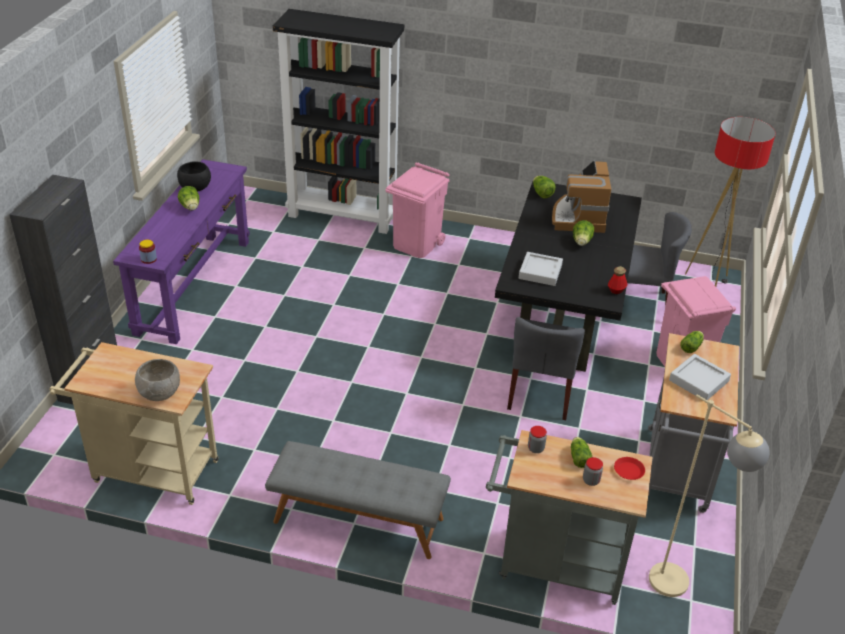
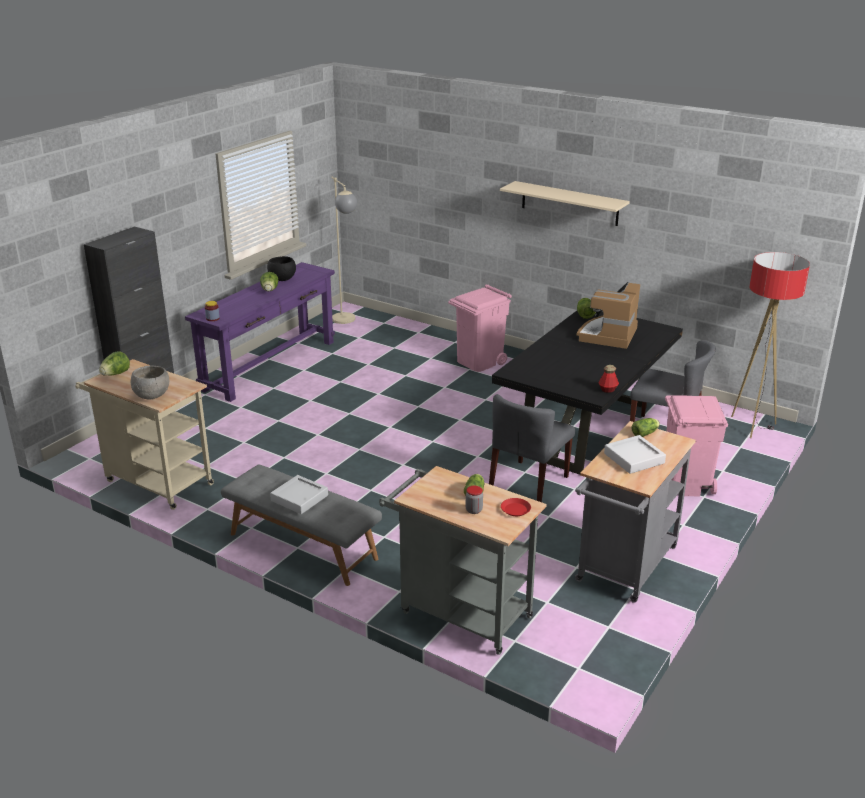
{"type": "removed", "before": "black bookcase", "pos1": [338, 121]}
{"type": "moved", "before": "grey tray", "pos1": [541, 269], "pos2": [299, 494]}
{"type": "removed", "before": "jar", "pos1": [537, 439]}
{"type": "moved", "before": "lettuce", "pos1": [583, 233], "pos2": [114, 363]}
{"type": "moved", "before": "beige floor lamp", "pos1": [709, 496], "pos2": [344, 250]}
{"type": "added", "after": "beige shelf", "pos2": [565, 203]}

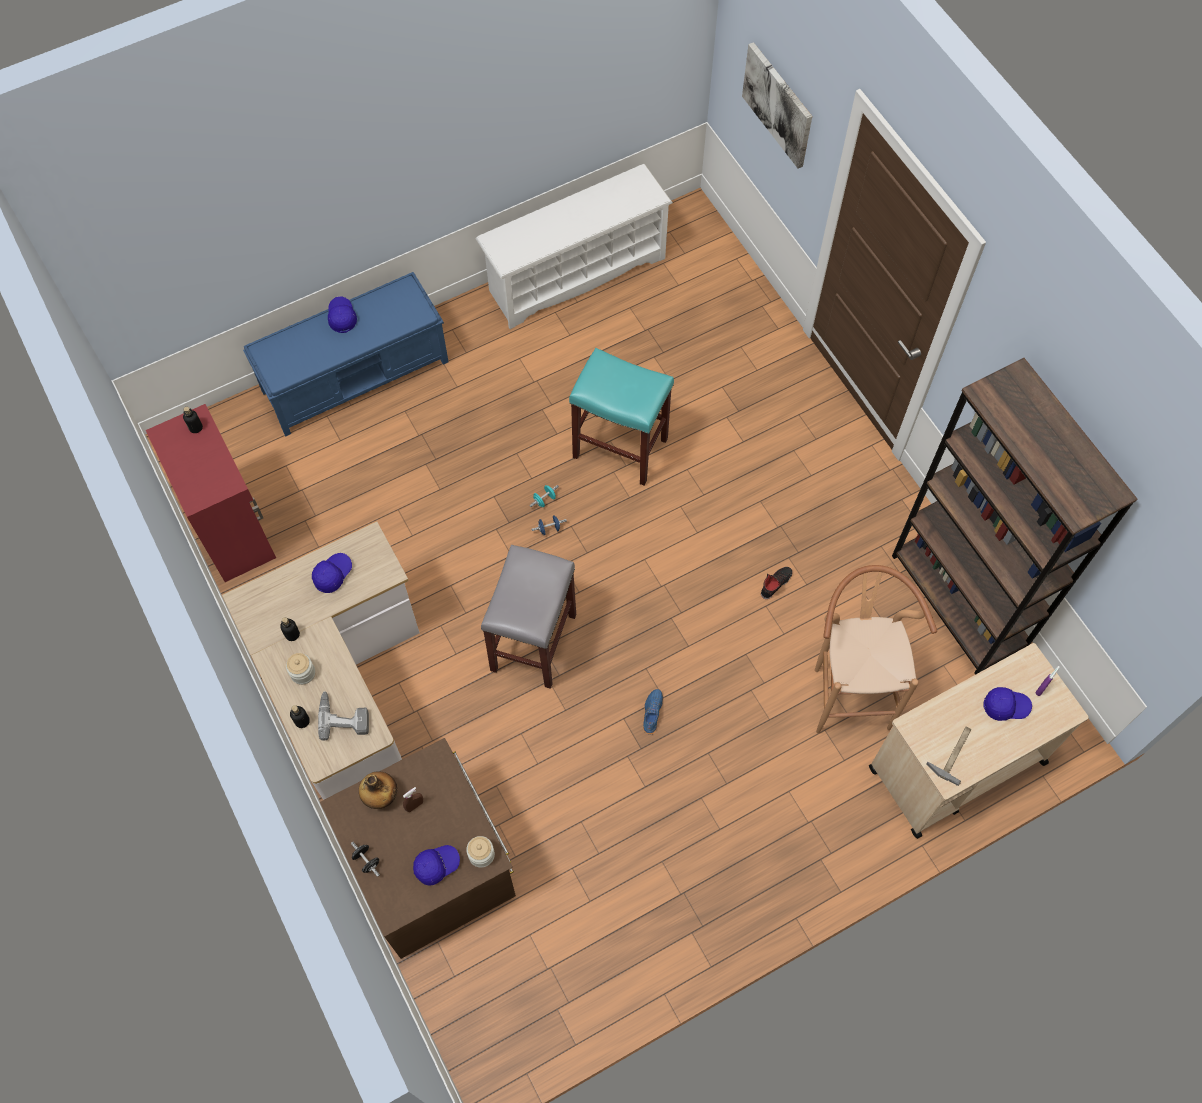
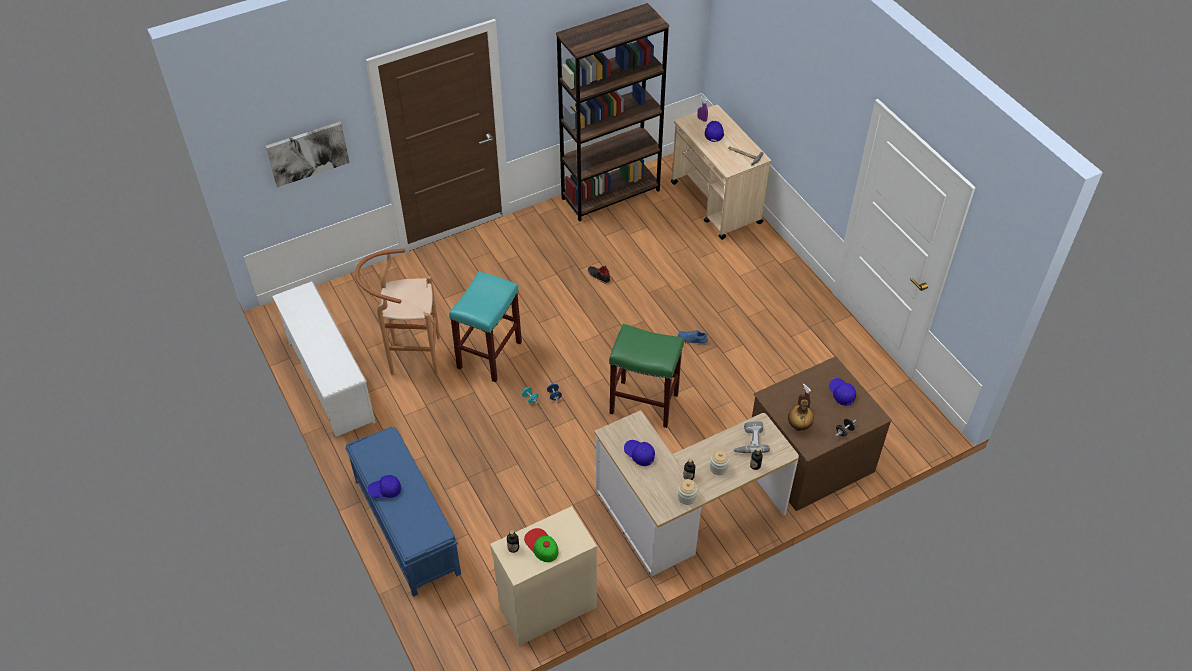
{"type": "recoloured", "before": "red cabinet", "after": "beige cabinet", "pos1": [211, 493], "pos2": [543, 575]}
{"type": "moved", "before": "jar", "pos1": [480, 852], "pos2": [687, 492]}
{"type": "recoloured", "before": "grey stool", "after": "green stool", "pos1": [528, 617], "pos2": [646, 376]}
{"type": "moved", "before": "brown stool", "pos1": [876, 649], "pos2": [397, 312]}
{"type": "added", "after": "cap", "pos2": [541, 545]}

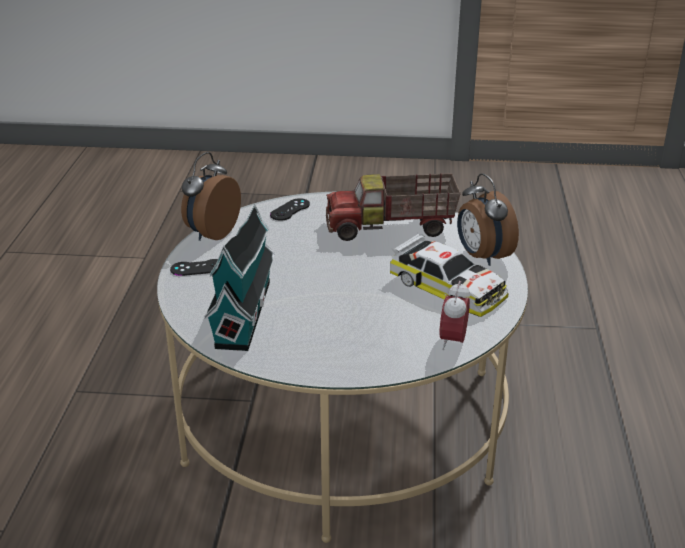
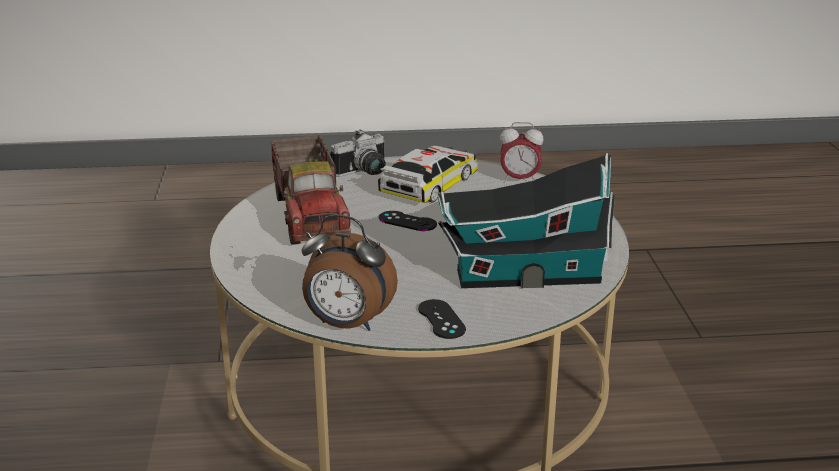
{"type": "moved", "before": "black game controller", "pos1": [290, 209], "pos2": [408, 221]}
{"type": "replaced", "before": "alarm clock", "after": "photo camera", "pos1": [488, 219], "pos2": [358, 153]}

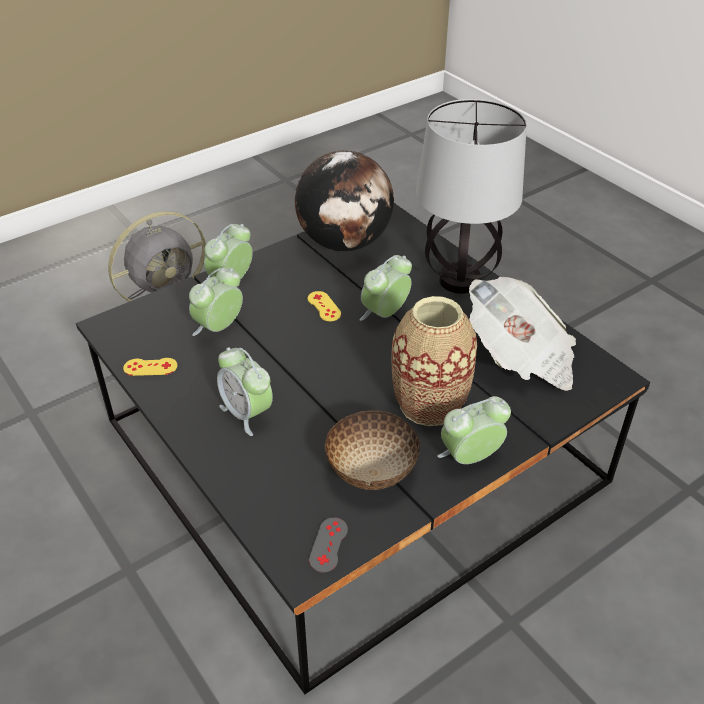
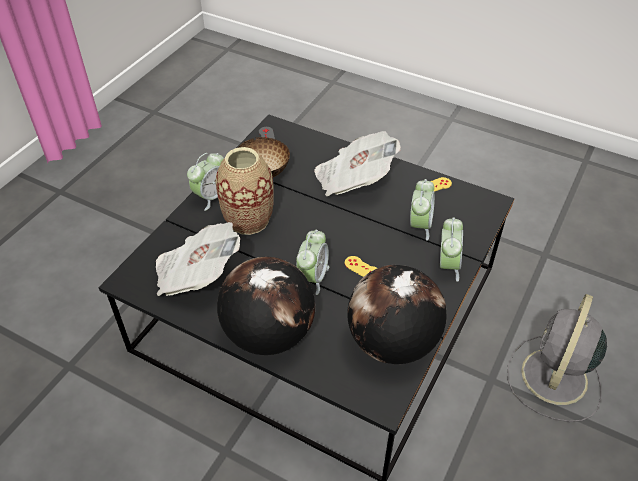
{"type": "replaced", "before": "alarm clock", "after": "newspaper", "pos1": [245, 391], "pos2": [357, 163]}
{"type": "replaced", "before": "table lamp", "after": "globe", "pos1": [471, 196], "pos2": [266, 306]}

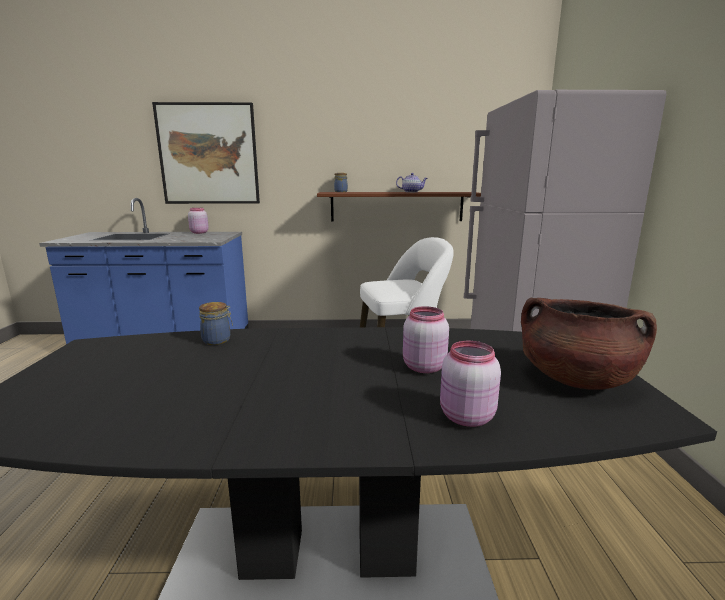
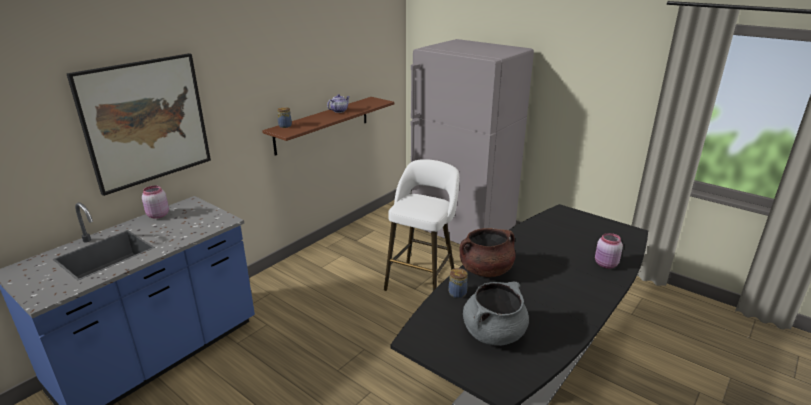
{"type": "removed", "before": "pink jar", "pos1": [426, 339]}
{"type": "moved", "before": "brown cooking pot", "pos1": [589, 344], "pos2": [488, 252]}
{"type": "added", "after": "grey cooking pot", "pos2": [496, 314]}

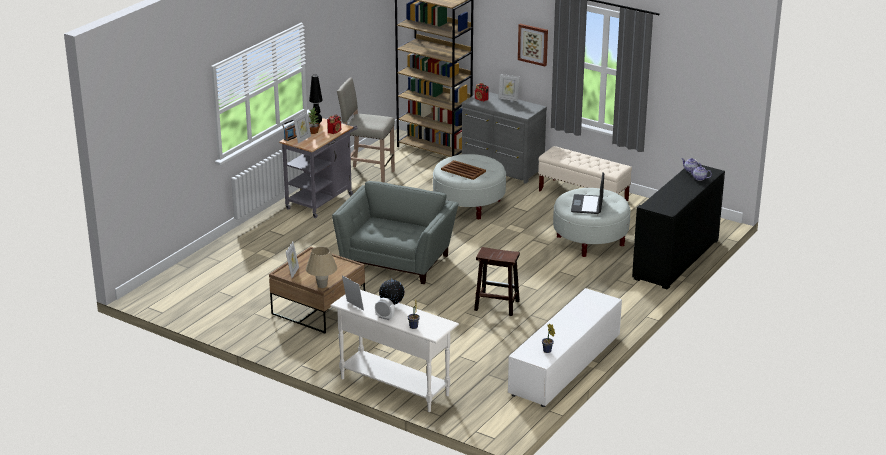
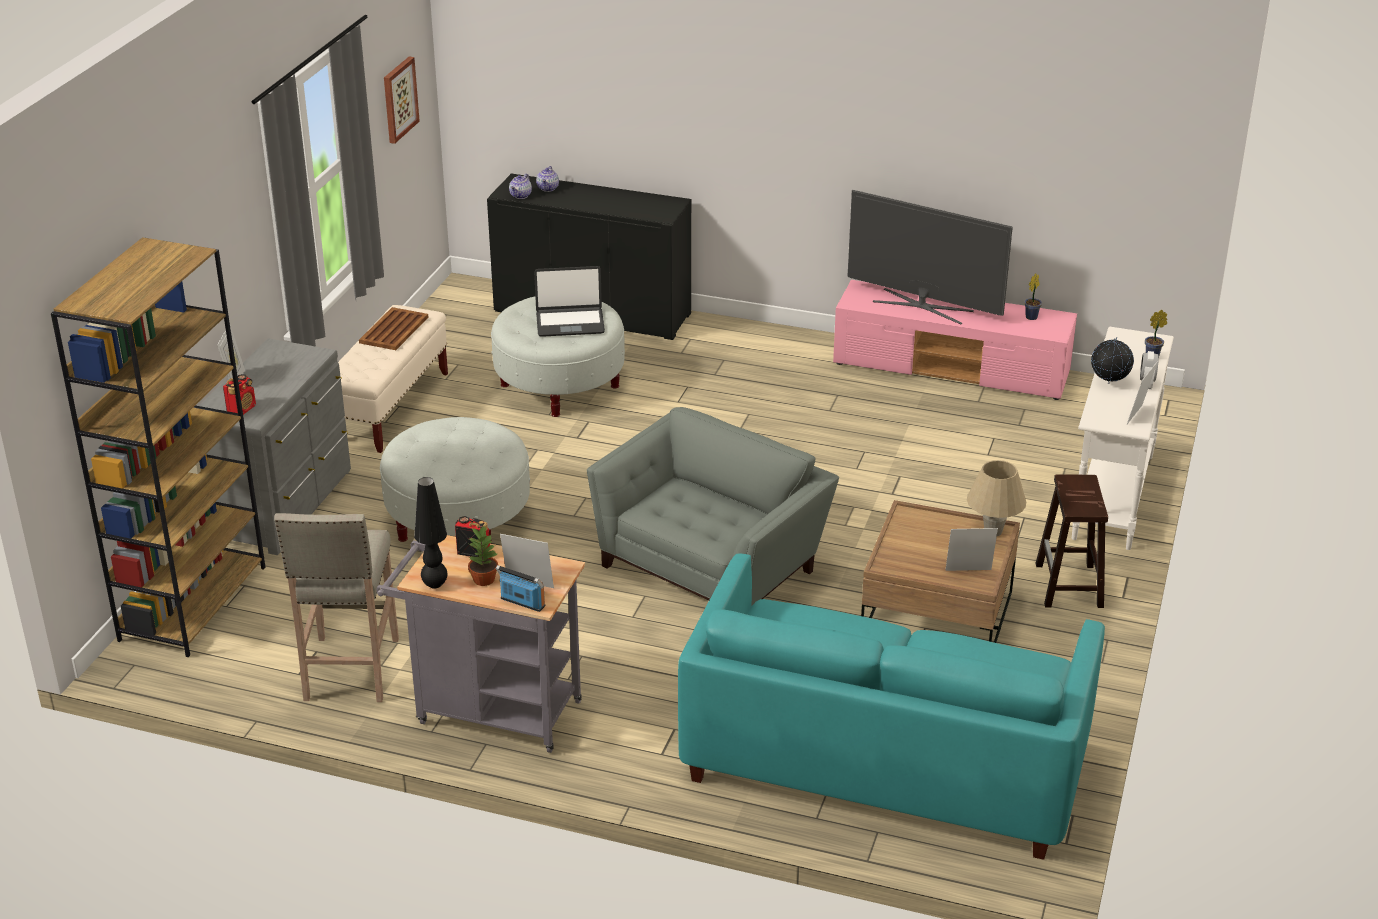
{"type": "turned", "before": "grey armchair", "pos1": [395, 232], "pos2": [713, 506], "turn": 120}
{"type": "moved", "before": "brown tray", "pos1": [463, 170], "pos2": [393, 328]}
{"type": "moved", "before": "brown stool", "pos1": [497, 281], "pos2": [1072, 541]}
{"type": "recoloured", "before": "white tv stand", "after": "pink tv stand", "pos1": [565, 347], "pos2": [955, 340]}
{"type": "moved", "before": "picture", "pos1": [533, 45], "pos2": [402, 100]}
{"type": "added", "after": "turquoise sofa", "pos2": [891, 706]}
{"type": "added", "after": "television", "pos2": [930, 257]}

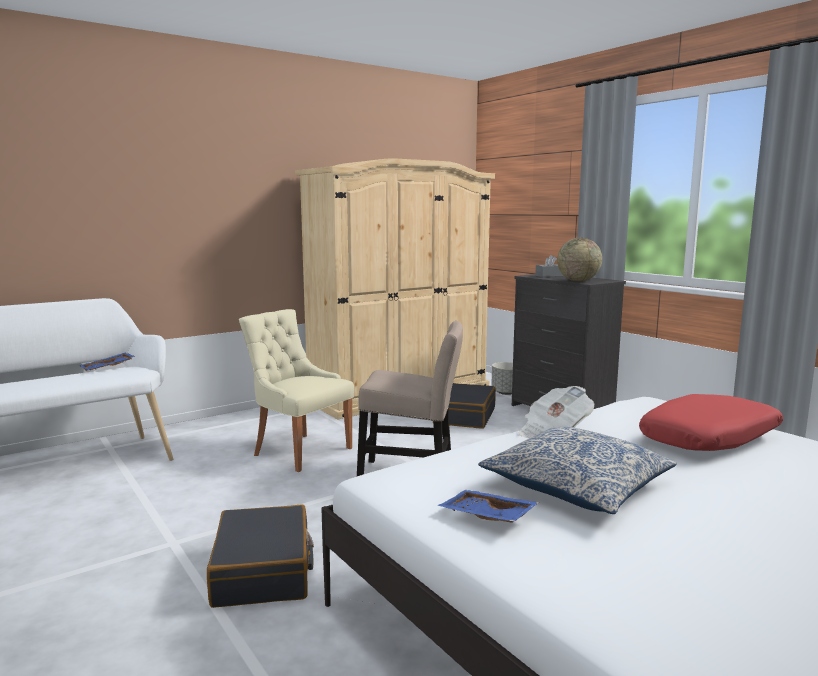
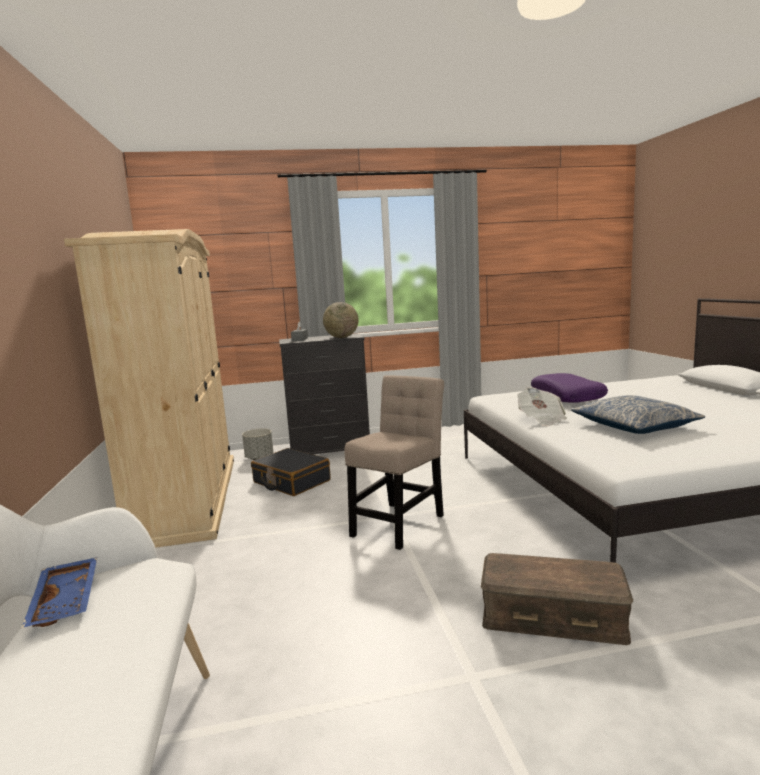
{"type": "replaced", "before": "black suitcase", "after": "brown storage box", "pos1": [260, 556], "pos2": [557, 599]}
{"type": "removed", "before": "beige chair", "pos1": [296, 390]}
{"type": "removed", "before": "blue tray", "pos1": [488, 506]}
{"type": "recoloured", "before": "red pillow", "after": "purple pillow", "pos1": [711, 422], "pos2": [569, 387]}

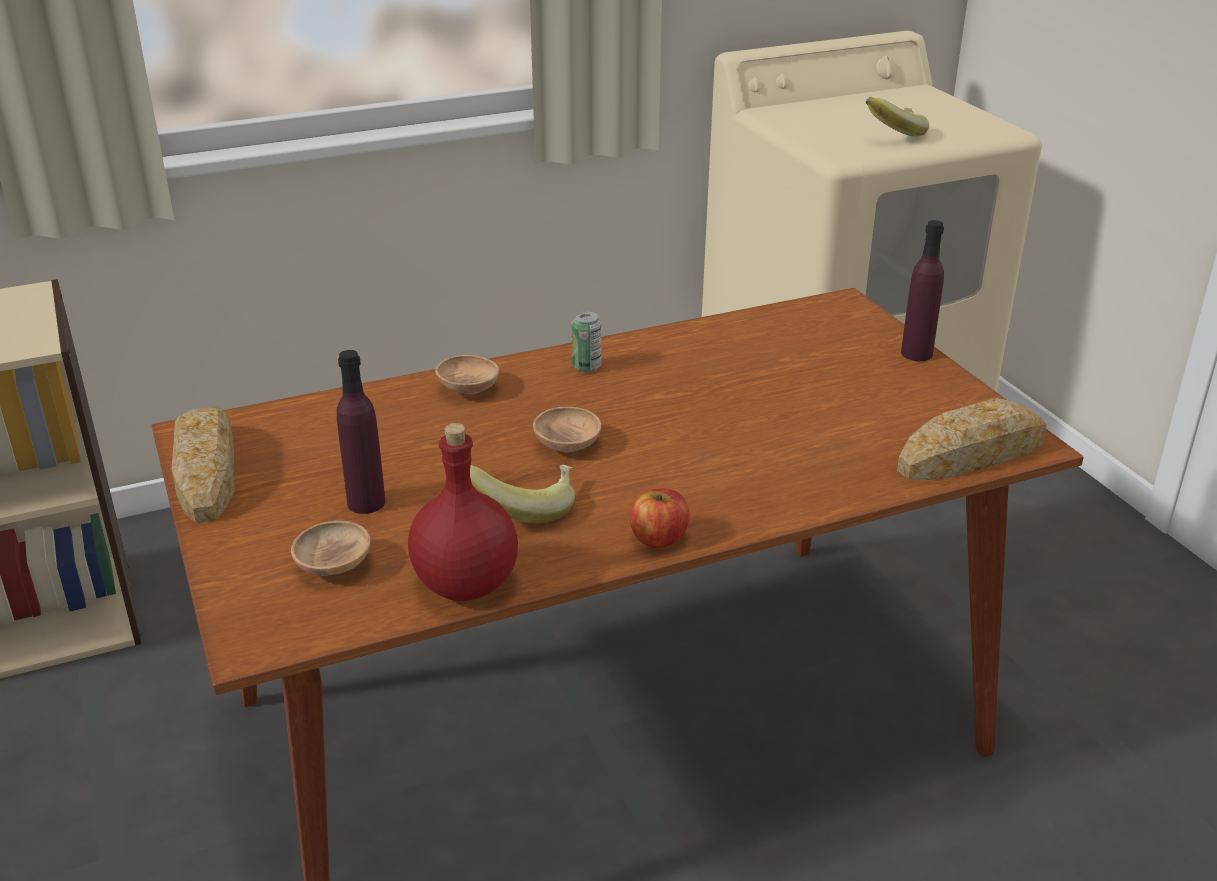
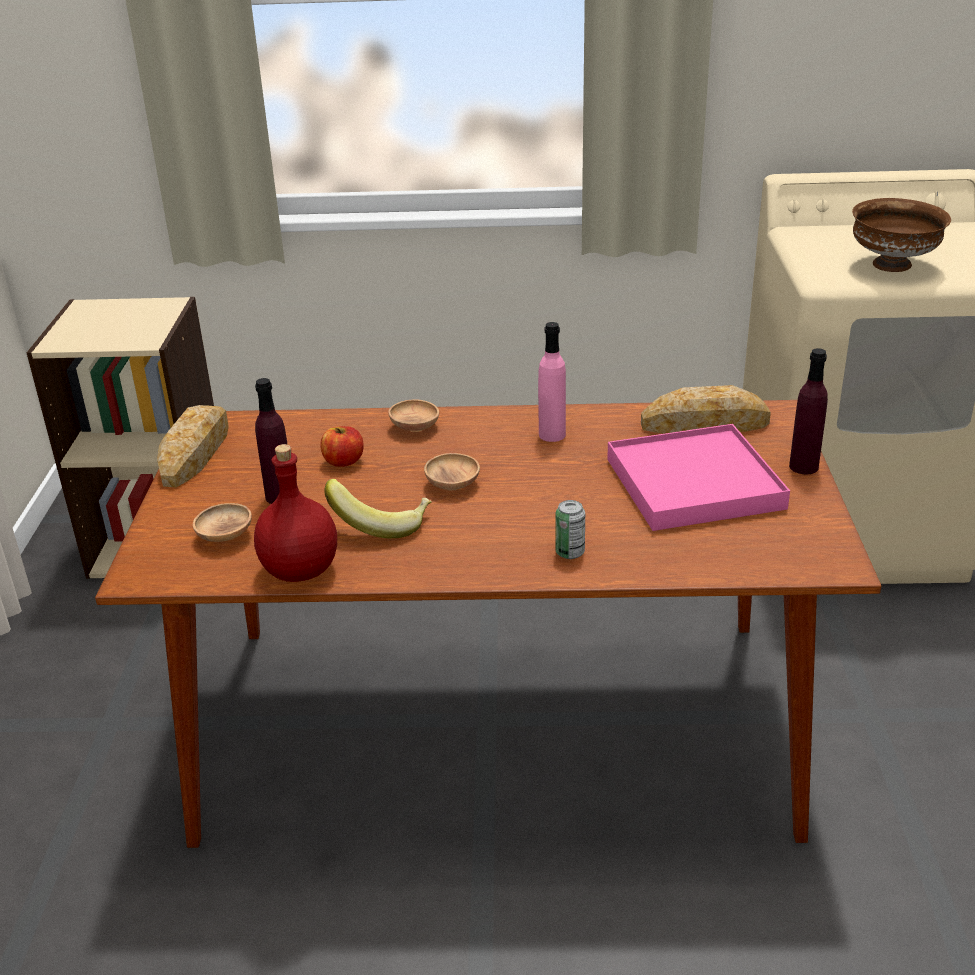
{"type": "moved", "before": "can", "pos1": [586, 341], "pos2": [570, 529]}
{"type": "moved", "before": "apple", "pos1": [660, 518], "pos2": [342, 446]}
{"type": "replaced", "before": "banana", "after": "brown bowl", "pos1": [897, 117], "pos2": [901, 235]}
{"type": "moved", "before": "bread", "pos1": [972, 439], "pos2": [706, 409]}
{"type": "added", "after": "pink bottle", "pos2": [552, 382]}
{"type": "added", "after": "pink tray", "pos2": [698, 477]}

